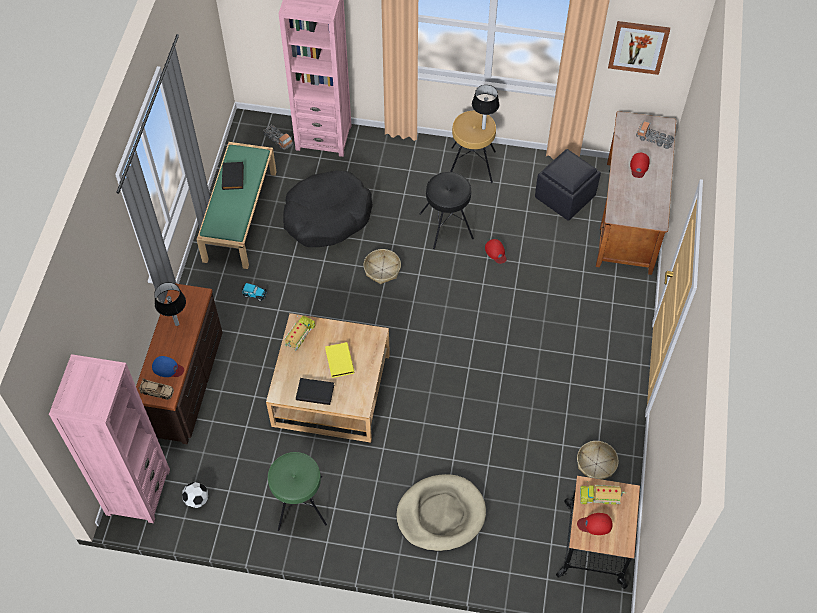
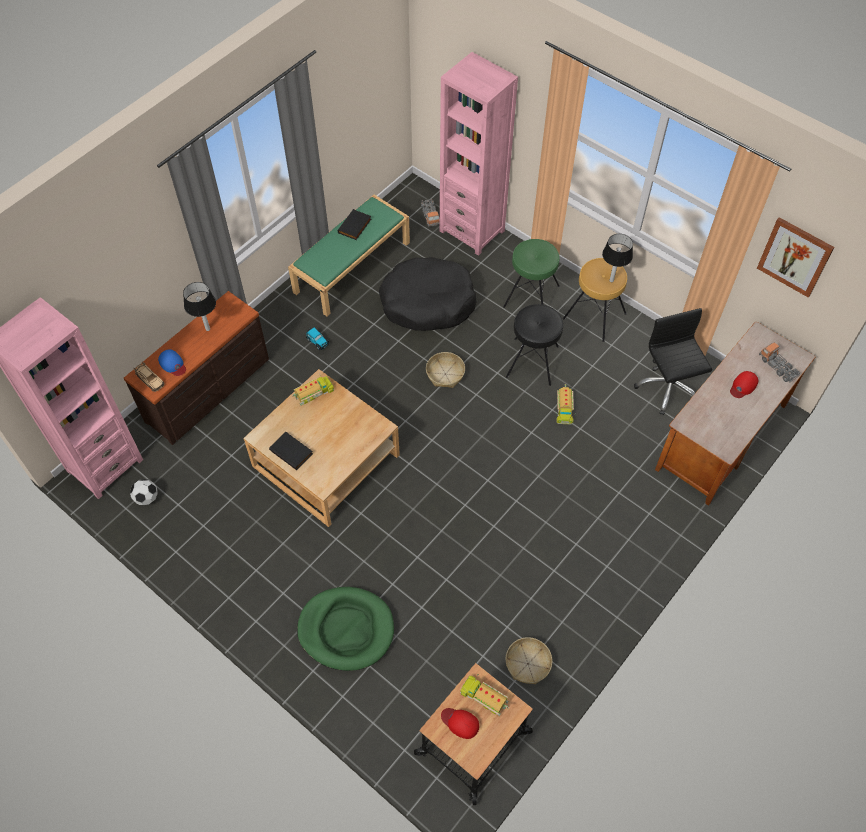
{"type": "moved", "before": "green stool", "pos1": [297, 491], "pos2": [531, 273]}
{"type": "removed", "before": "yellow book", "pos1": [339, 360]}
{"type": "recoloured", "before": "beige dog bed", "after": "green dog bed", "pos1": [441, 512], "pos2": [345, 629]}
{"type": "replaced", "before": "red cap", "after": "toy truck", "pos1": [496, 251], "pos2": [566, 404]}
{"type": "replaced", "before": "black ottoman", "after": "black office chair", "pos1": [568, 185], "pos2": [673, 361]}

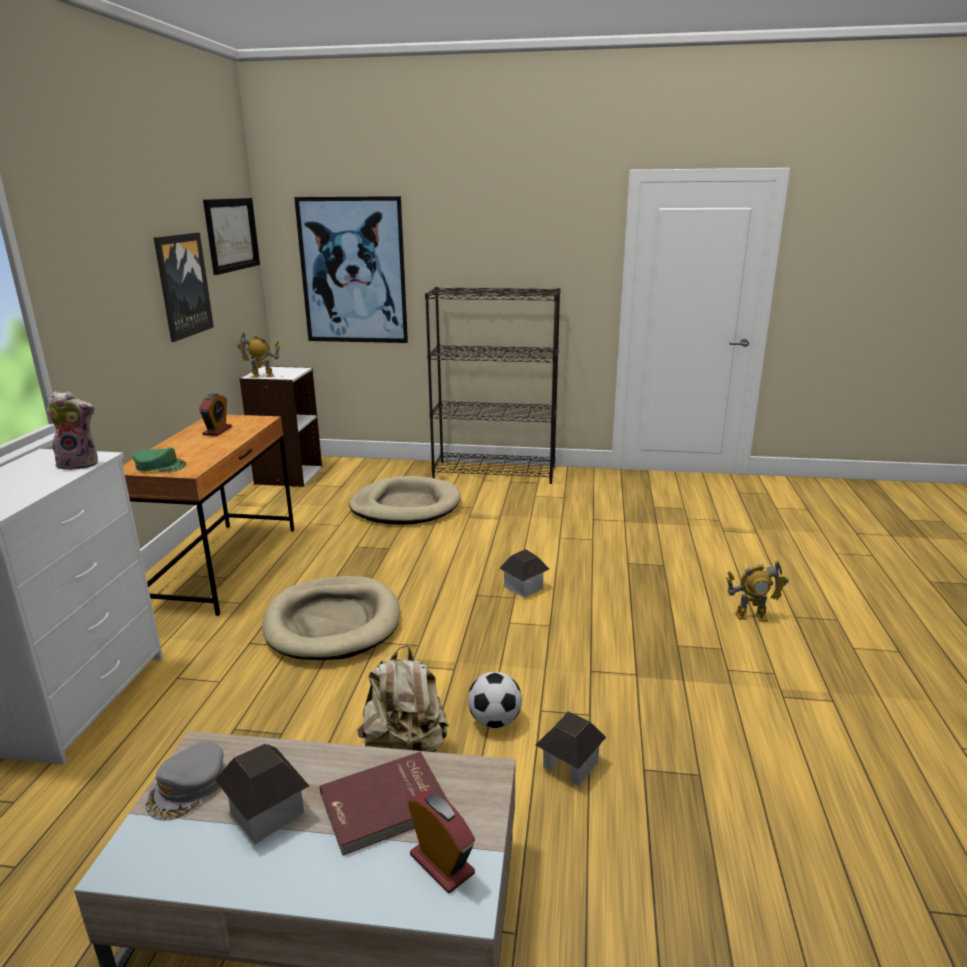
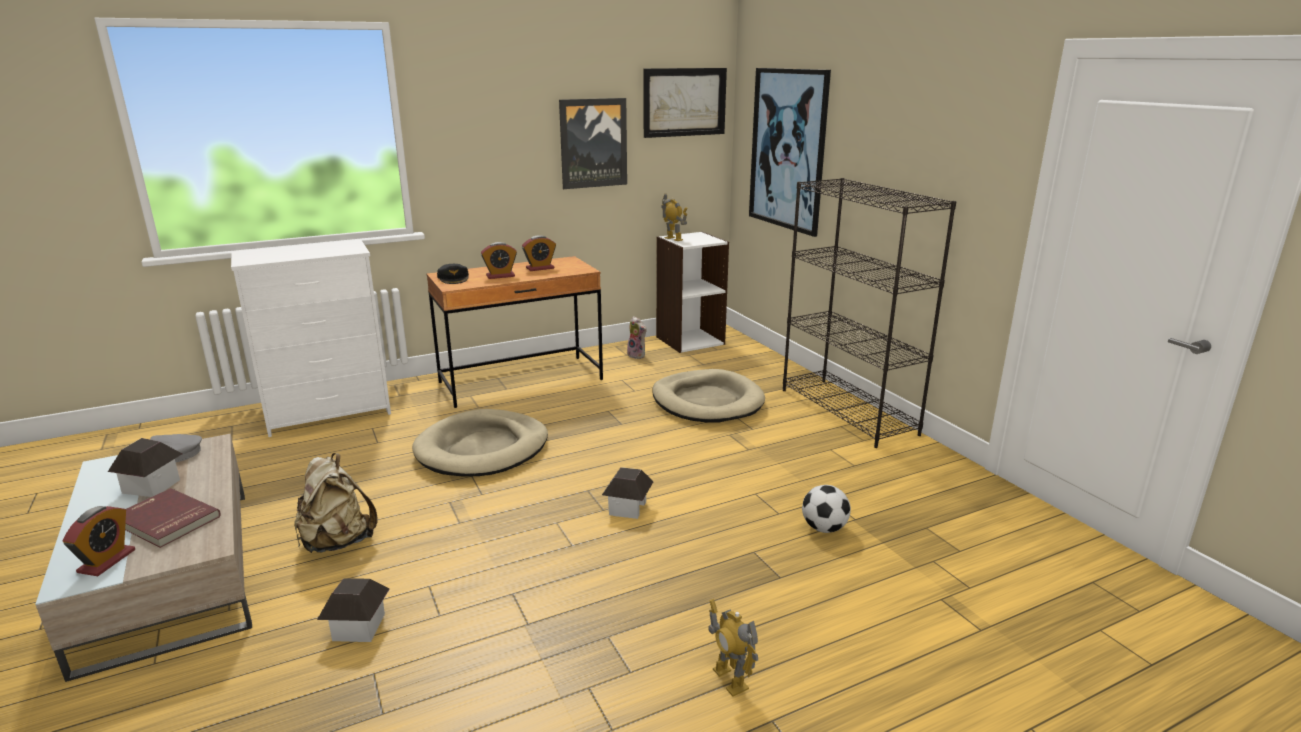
{"type": "moved", "before": "plush toy", "pos1": [72, 430], "pos2": [637, 337]}
{"type": "recoloured", "before": "green cap", "after": "black cap", "pos1": [159, 459], "pos2": [453, 274]}
{"type": "moved", "before": "football", "pos1": [495, 700], "pos2": [826, 509]}
{"type": "added", "after": "alarm clock", "pos2": [499, 260]}

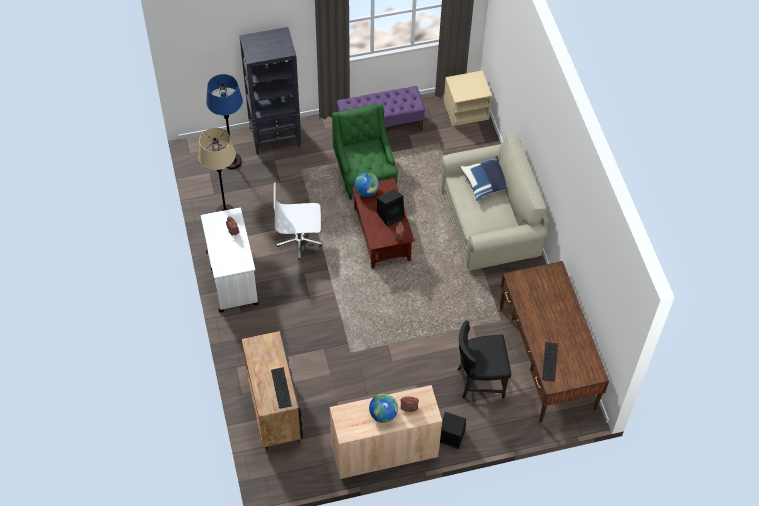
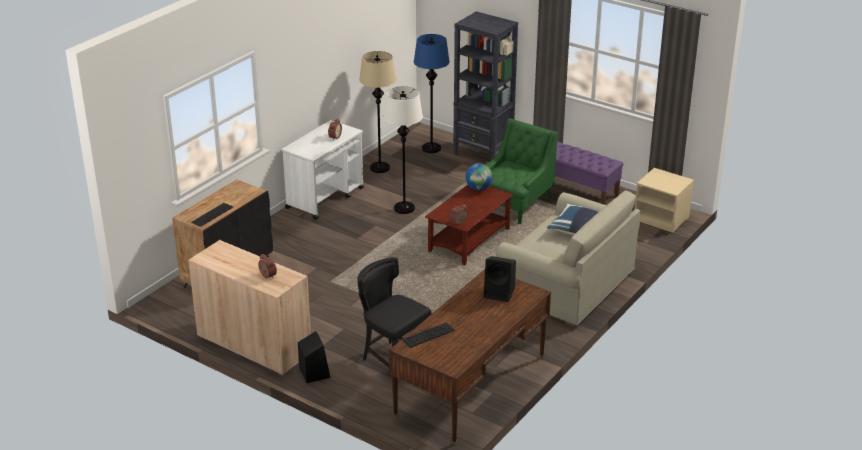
{"type": "replaced", "before": "white office chair", "after": "white floor lamp", "pos1": [298, 220], "pos2": [403, 150]}
{"type": "removed", "before": "globe", "pos1": [383, 408]}
{"type": "moved", "before": "black speaker", "pos1": [391, 208], "pos2": [499, 279]}

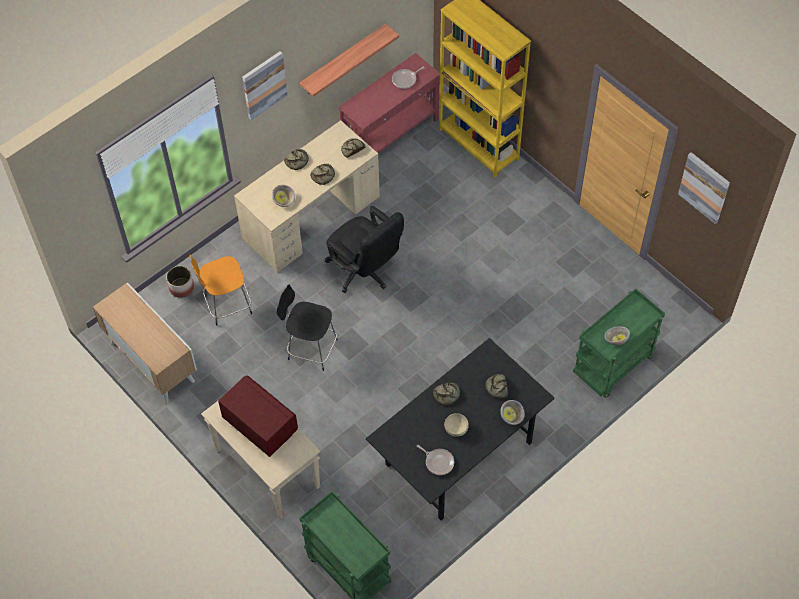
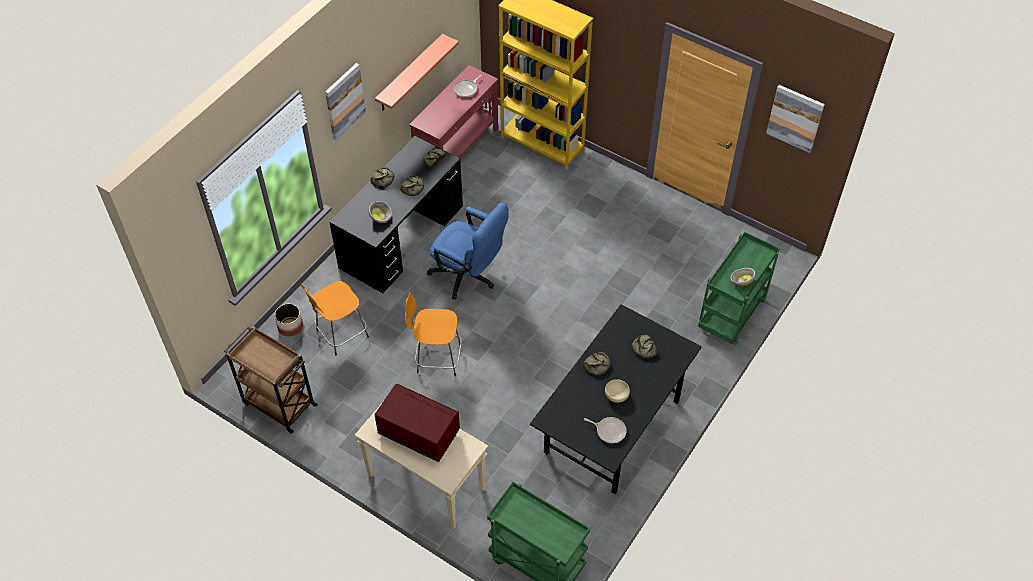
{"type": "replaced", "before": "cabinet", "after": "brown cart", "pos1": [145, 342], "pos2": [271, 380]}
{"type": "recoloured", "before": "beige desk", "after": "black desk", "pos1": [307, 196], "pos2": [396, 214]}
{"type": "recoloured", "before": "black stool", "after": "orange stool", "pos1": [307, 328], "pos2": [433, 334]}
{"type": "recoloured", "before": "black office chair", "after": "blue office chair", "pos1": [364, 249], "pos2": [468, 251]}
{"type": "removed", "before": "bowl", "pos1": [512, 412]}

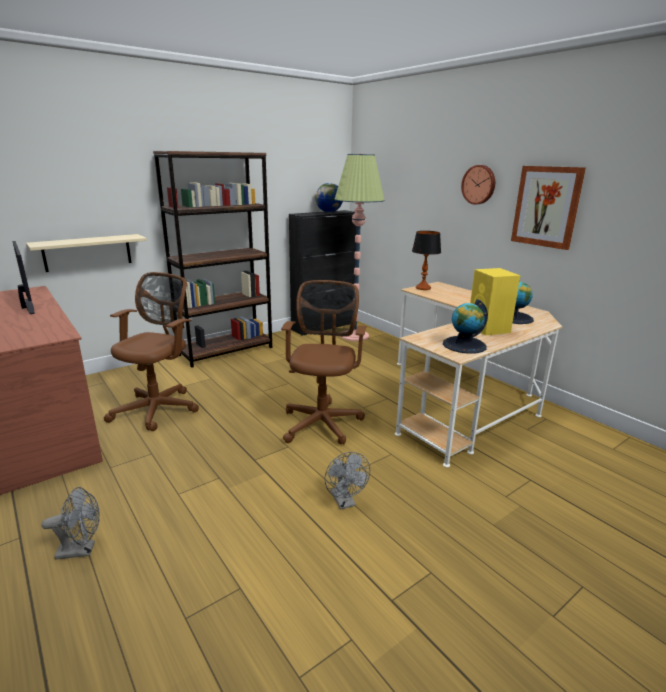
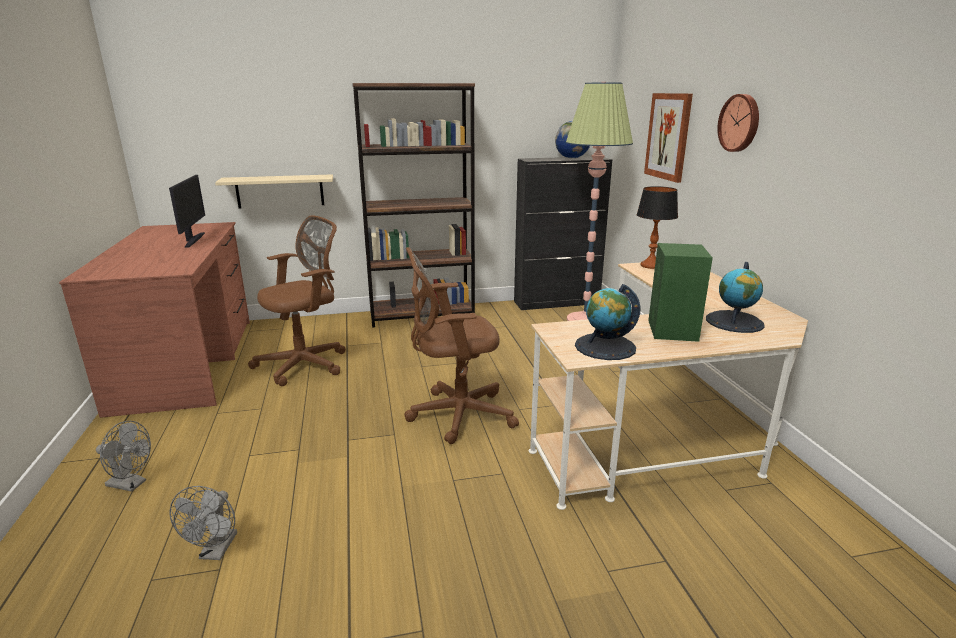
{"type": "turned", "before": "brown office chair", "pos1": [324, 362], "pos2": [461, 345], "turn": -135}
{"type": "moved", "before": "grey fan", "pos1": [347, 480], "pos2": [203, 523]}
{"type": "recoloured", "before": "yellow speaker", "after": "green speaker", "pos1": [495, 301], "pos2": [680, 292]}
{"type": "moved", "before": "picture", "pos1": [548, 208], "pos2": [668, 138]}

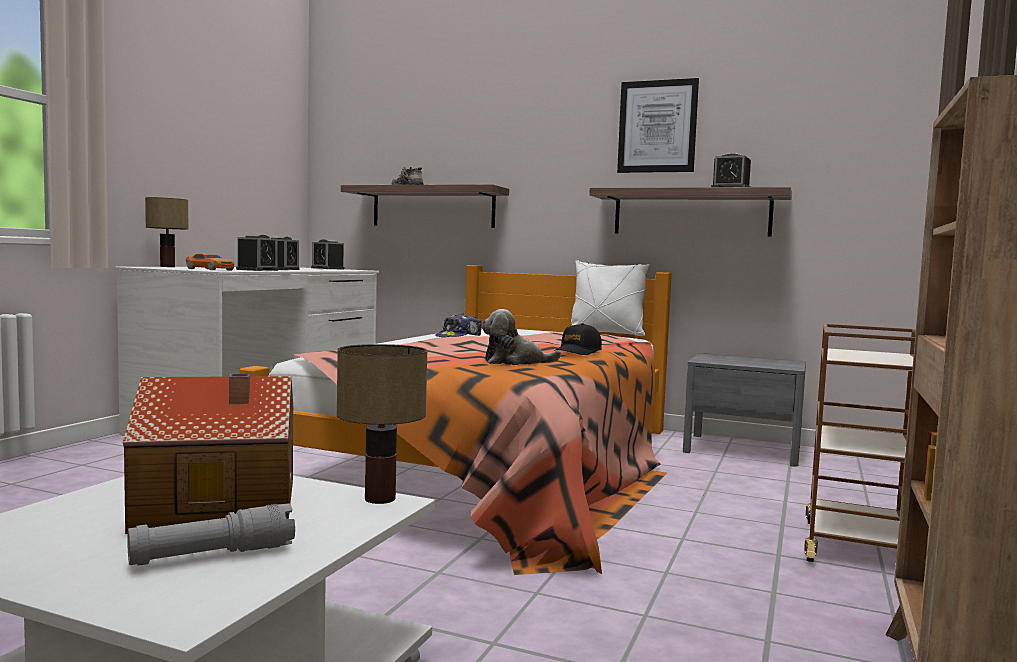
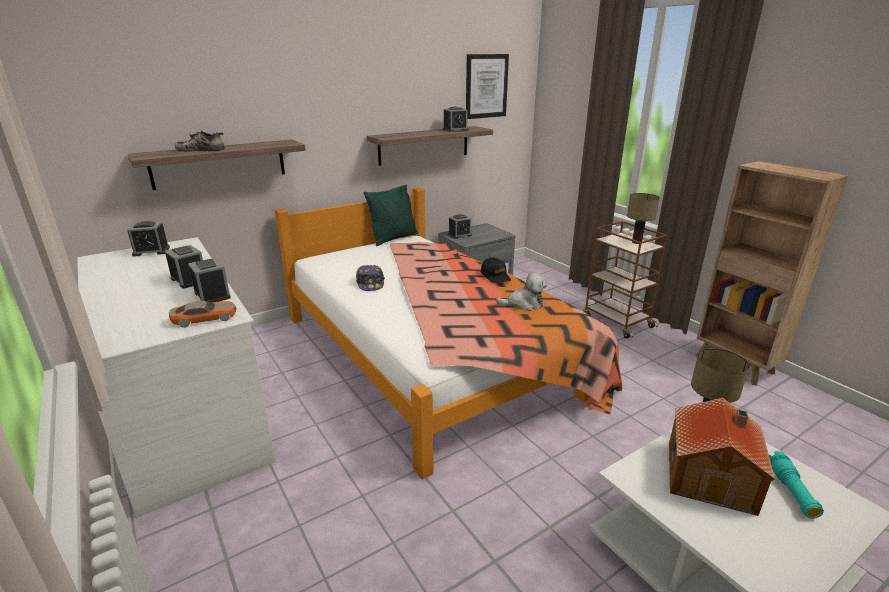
{"type": "recoloured", "before": "grey flashlight", "after": "turquoise flashlight", "pos1": [211, 534], "pos2": [796, 485]}
{"type": "moved", "before": "table lamp", "pos1": [166, 232], "pos2": [643, 218]}
{"type": "turned", "before": "plush toy", "pos1": [521, 337], "pos2": [521, 291], "turn": -120}
{"type": "recoloured", "before": "white pillow", "after": "green pillow", "pos1": [610, 298], "pos2": [391, 215]}
{"type": "moved", "before": "picture", "pos1": [658, 125], "pos2": [487, 86]}
{"type": "added", "after": "alarm clock", "pos2": [460, 226]}

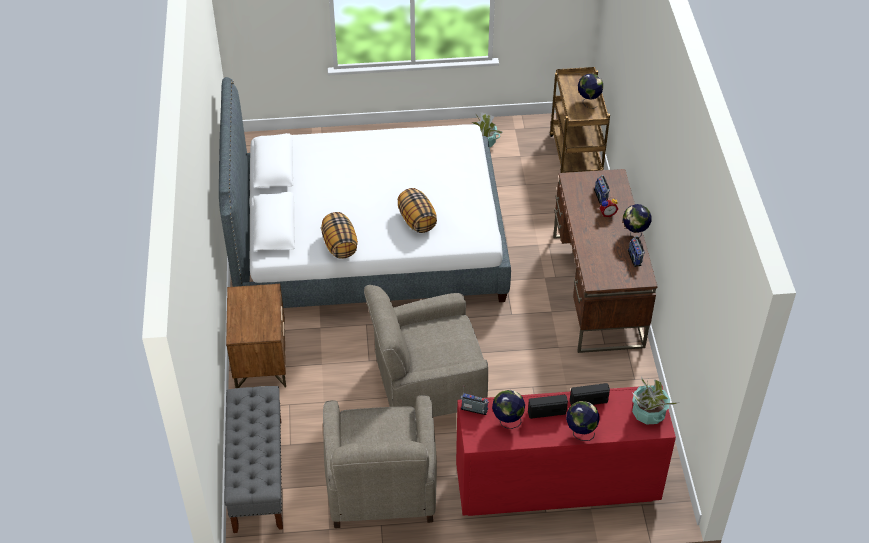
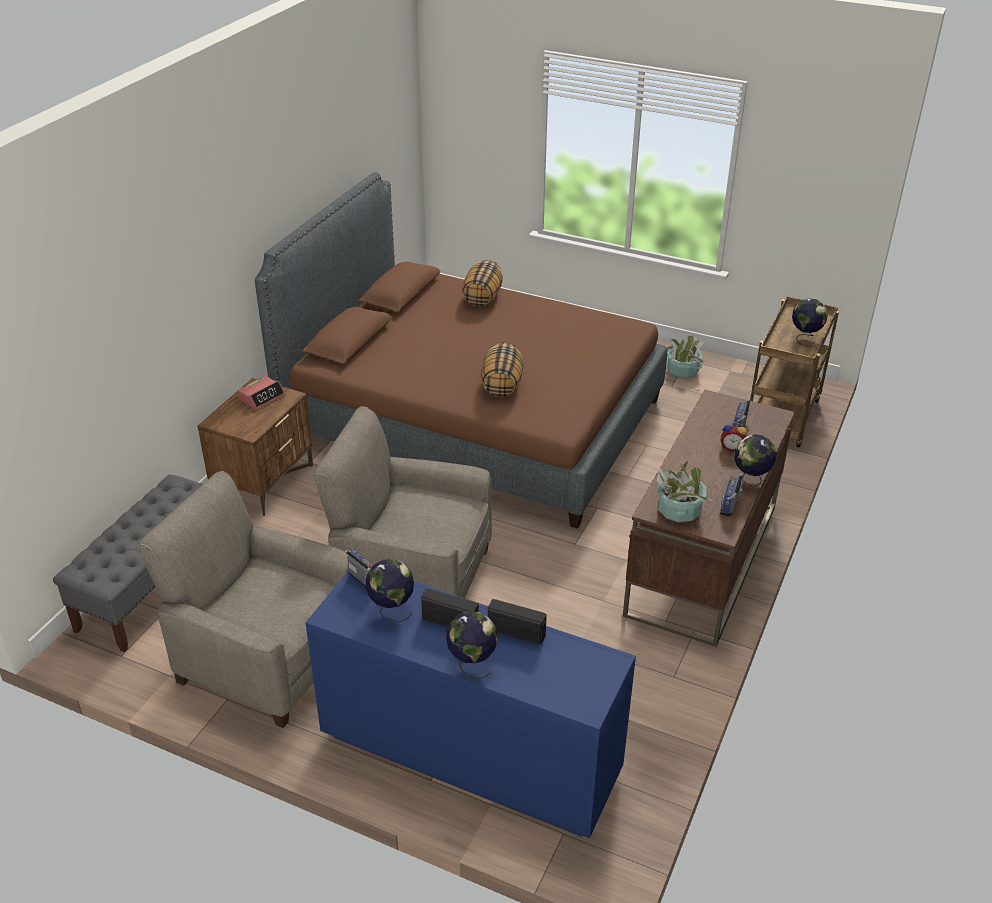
{"type": "recoloured", "before": "white bed", "after": "brown bed", "pos1": [365, 192], "pos2": [461, 350]}
{"type": "moved", "before": "pillow", "pos1": [339, 235], "pos2": [482, 283]}
{"type": "turned", "before": "beige armchair", "pos1": [380, 461], "pos2": [244, 599], "turn": 90}
{"type": "recoloured", "before": "red dresser", "after": "blue dresser", "pos1": [566, 450], "pos2": [471, 704]}
{"type": "moved", "before": "potted plant", "pos1": [656, 400], "pos2": [684, 491]}
{"type": "added", "after": "alarm clock", "pos2": [261, 392]}

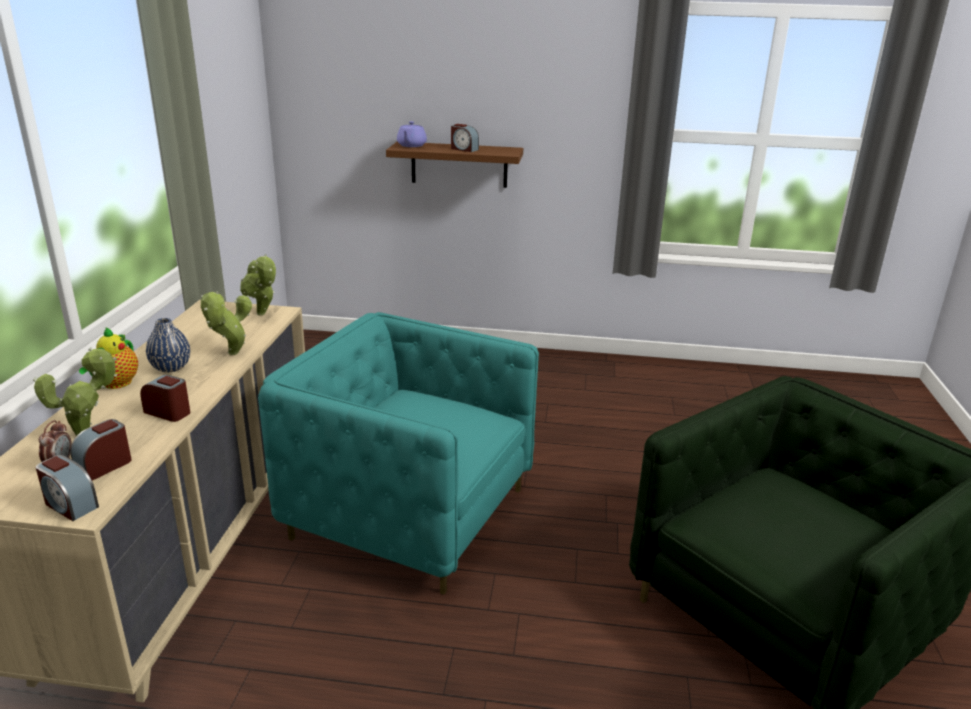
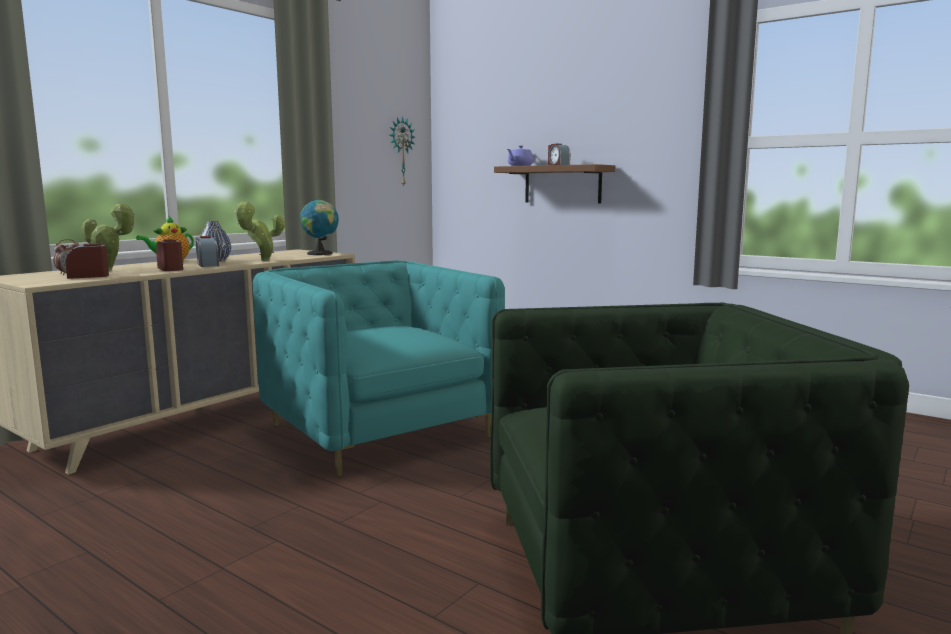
{"type": "moved", "before": "alarm clock", "pos1": [67, 488], "pos2": [207, 251]}
{"type": "replaced", "before": "potted plant", "after": "globe", "pos1": [258, 284], "pos2": [319, 227]}
{"type": "added", "after": "wall clock", "pos2": [402, 151]}

